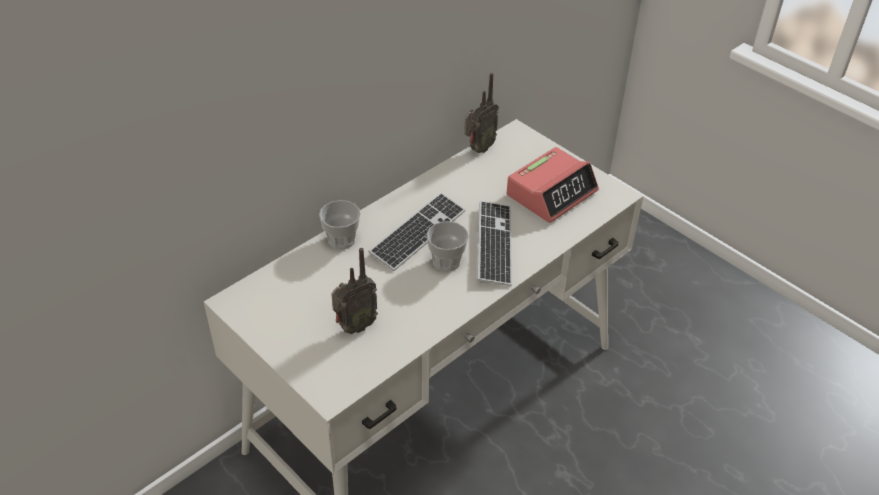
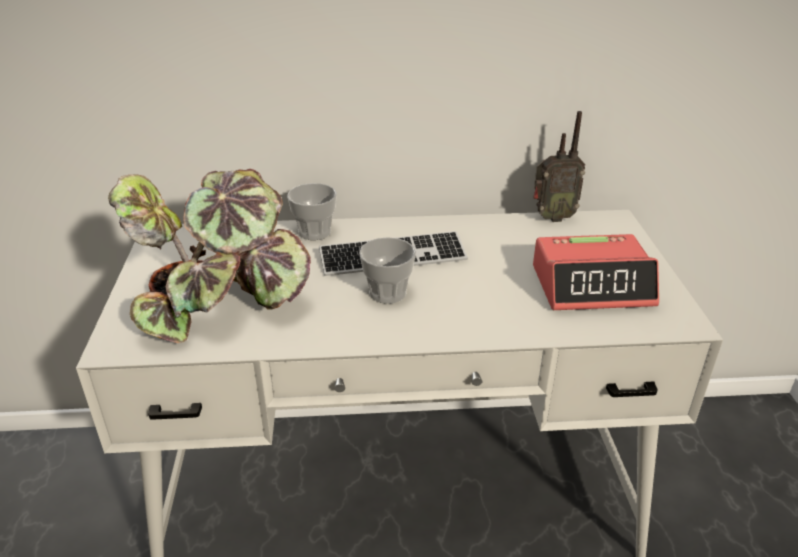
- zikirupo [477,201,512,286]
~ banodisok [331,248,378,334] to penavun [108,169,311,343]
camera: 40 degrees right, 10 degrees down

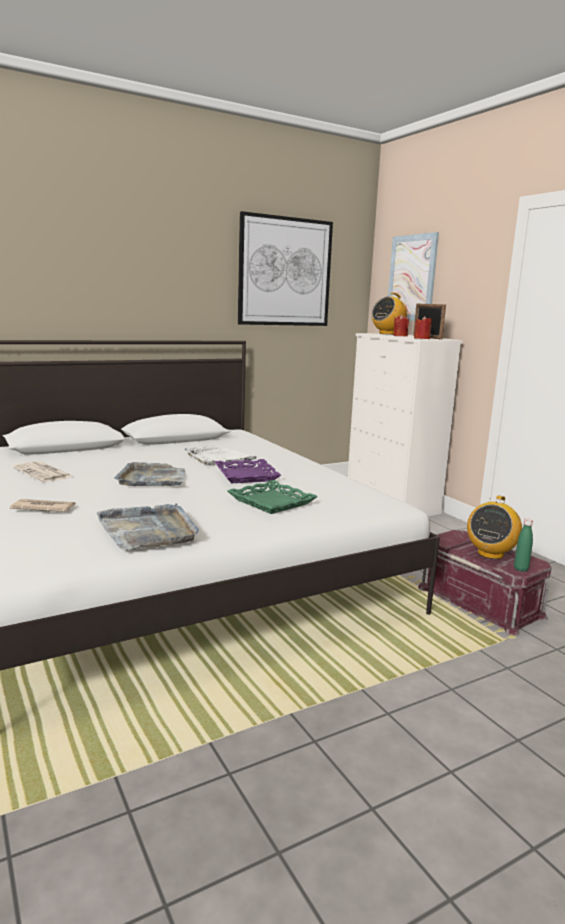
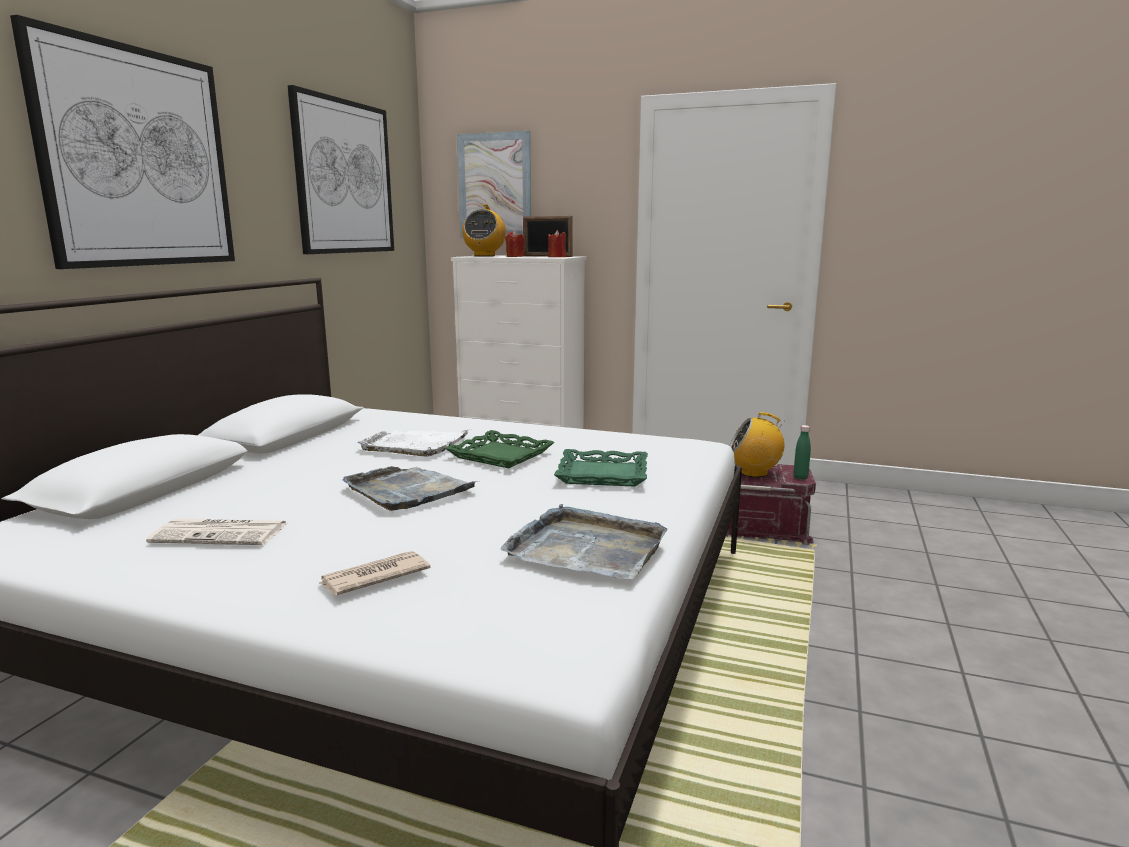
~ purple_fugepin [215,459,281,483] to green_fugepin [445,430,554,468]
~ banodisok [467,495,522,559] = [730,412,785,477] 105 degrees clockwise
+ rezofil [10,15,235,269]
camera: 40 degrees left, 0 degrees up

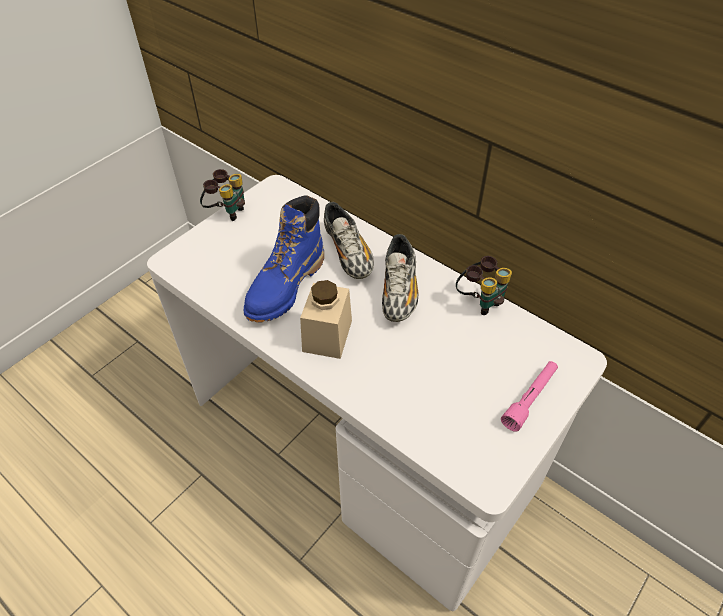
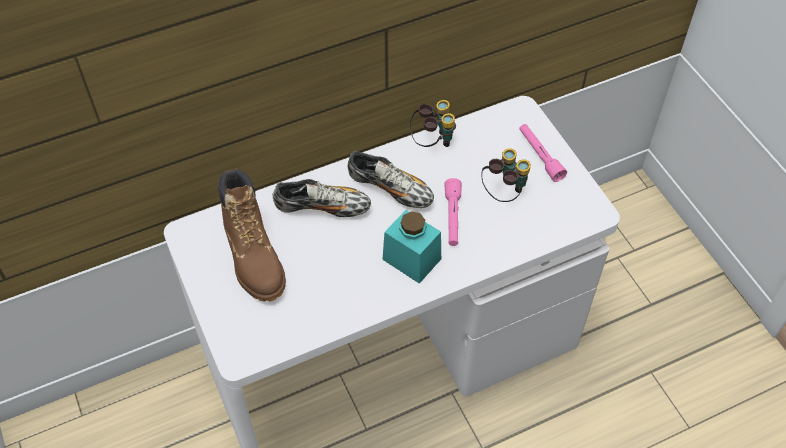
~ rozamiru [200,169,245,221] to [481,148,531,202]
- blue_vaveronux [244,195,324,322]
~ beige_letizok [300,280,352,359] to turquoise_letizok [382,210,441,284]
+ brown_vaveronux [218,169,286,302]
+ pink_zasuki [444,178,462,246]
camera: 65 degrees left, 5 degrees up

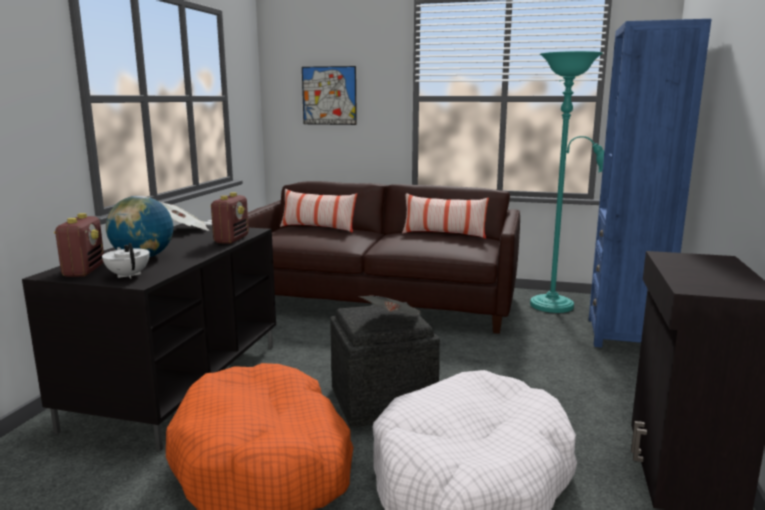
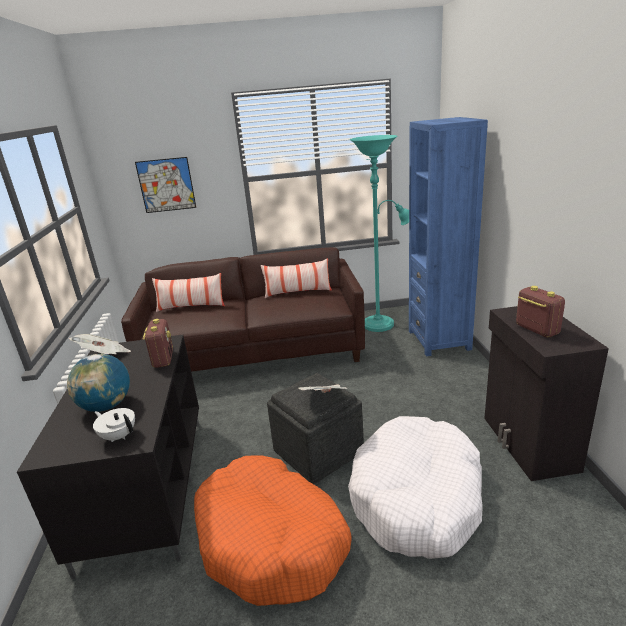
~ banodisok [54,213,104,277] to [516,286,565,338]
camera: 20 degrees left, 10 degrees up

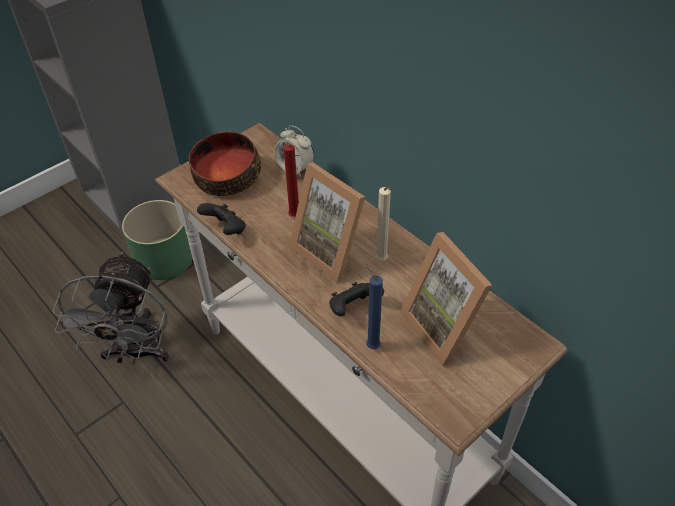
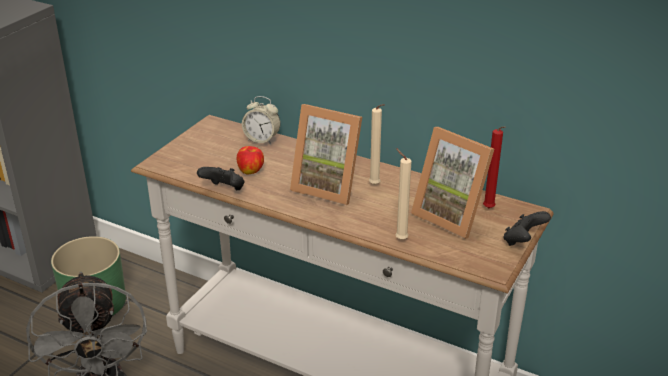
- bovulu [189,132,261,196]
~ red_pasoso [284,144,299,217] to [483,126,506,208]
~ blue_pasoso [366,265,383,349] to beige_pasoso [396,148,412,240]
~ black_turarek [329,282,384,316] to [503,211,551,246]
+ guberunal [237,146,264,174]
camera: 20 degrees left, 15 degrees down

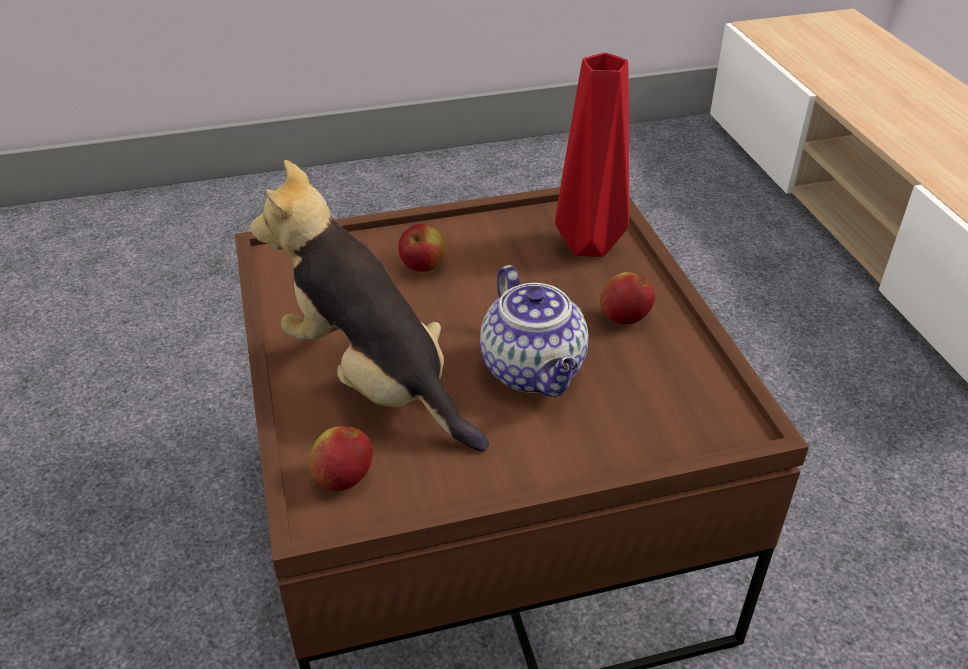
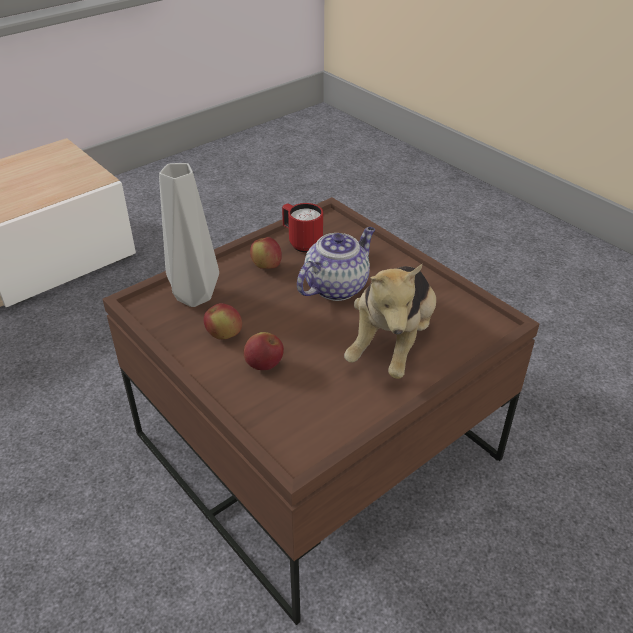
~ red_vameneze [555,53,629,257] to grey_vameneze [159,163,219,307]
~ guberunal [309,426,373,491] to [204,303,242,340]
+ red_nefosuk [282,203,323,253]
camera: 115 degrees left, 0 degrees up

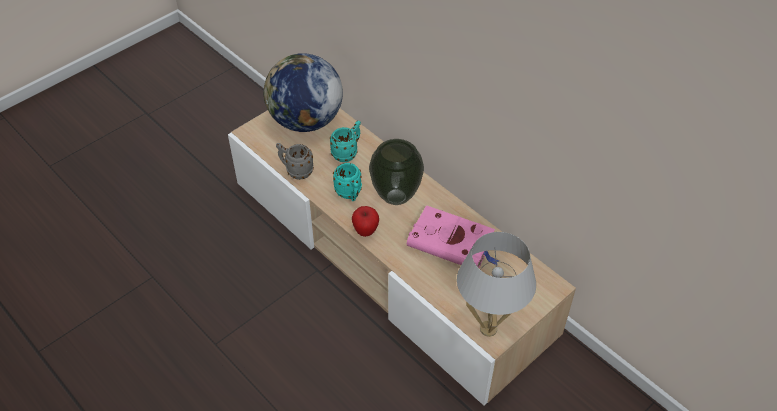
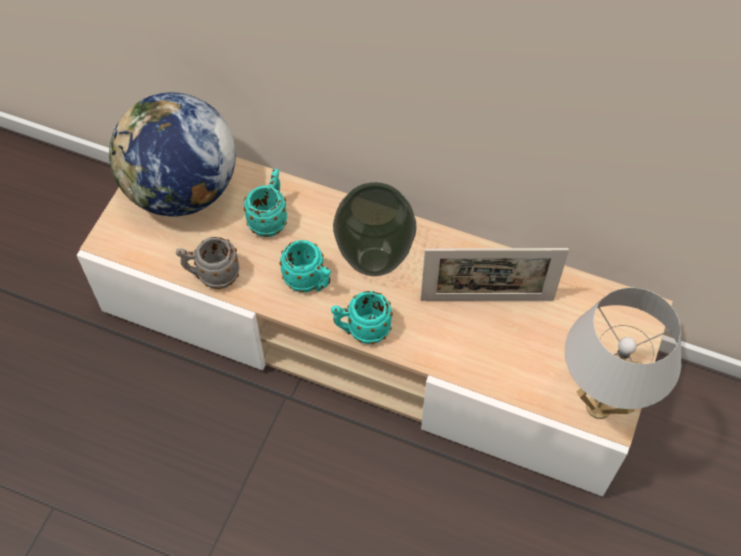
~ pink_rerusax [407,205,499,268] to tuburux [421,248,569,301]
~ guberunal [352,206,379,237] to turquoise_nefosuk [331,291,393,344]
camera: 25 degrees left, 10 degrees up

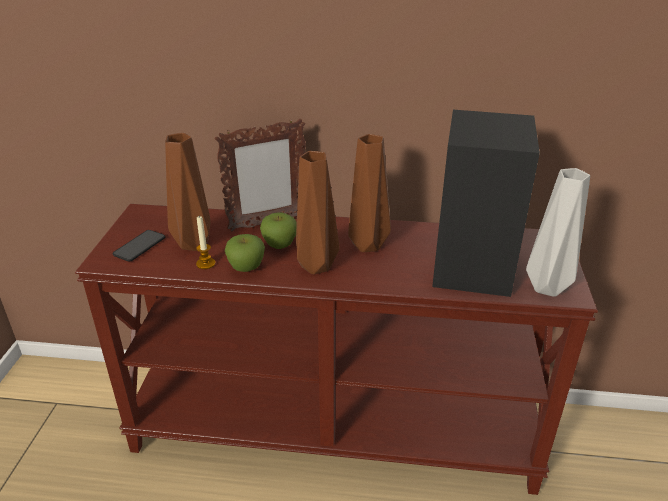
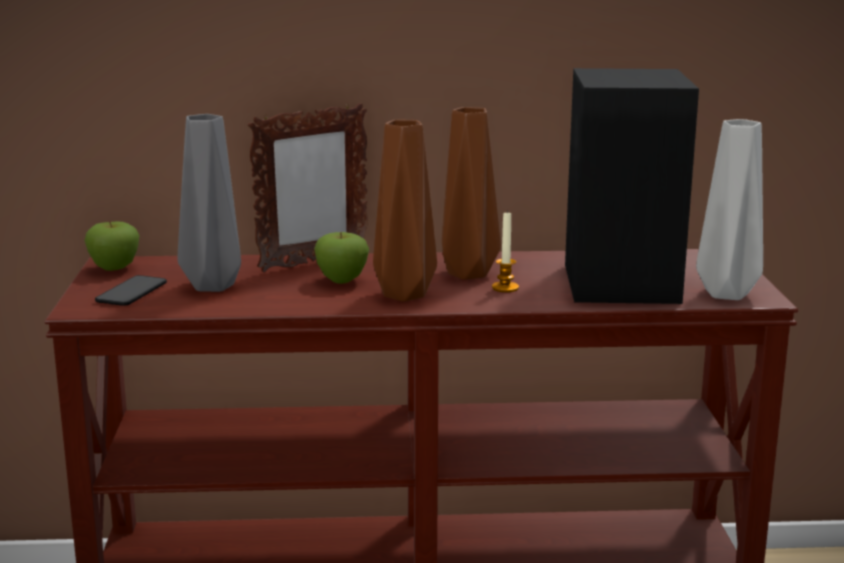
~ brown_vameneze [165,133,211,251] to grey_vameneze [178,114,241,292]
~ pasoso [196,216,215,269] to [492,210,519,292]
~ guberunal [225,234,265,272] to [84,221,140,271]
camera: 10 degrees left, 15 degrees down

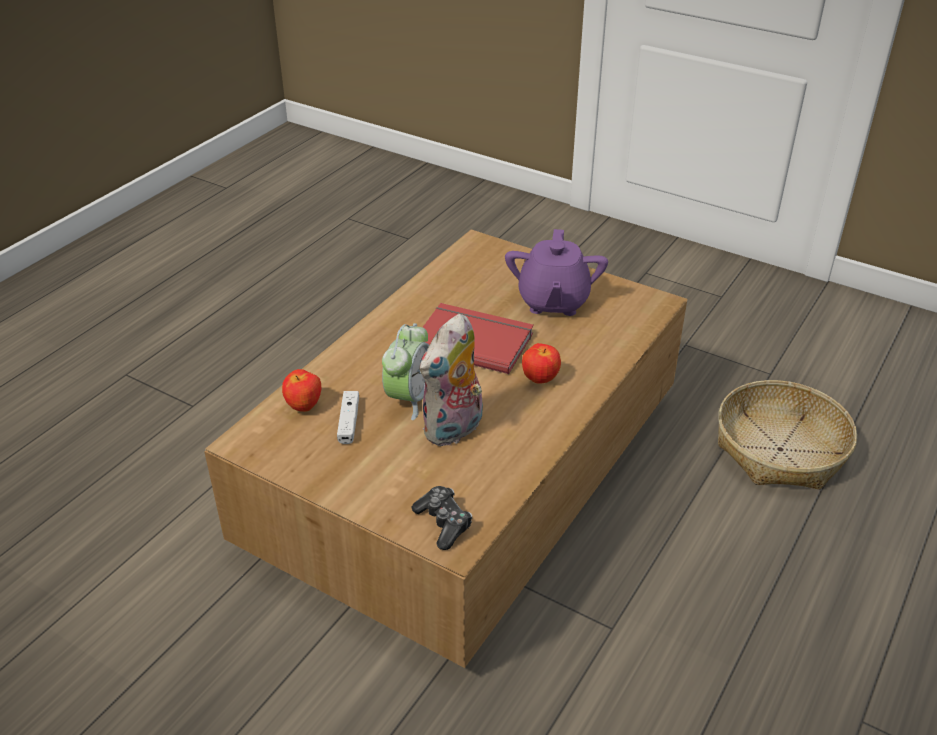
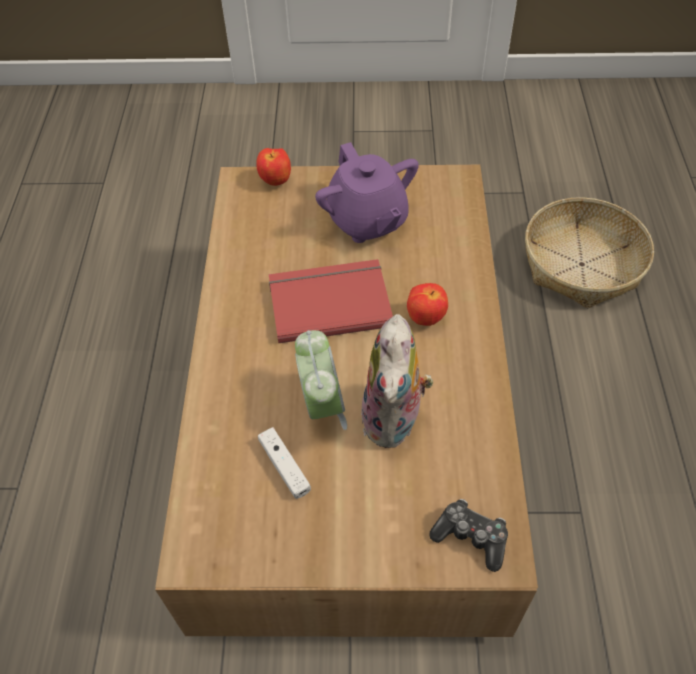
~ guberunal [282,369,321,412] to [257,148,291,186]
camera: 30 degrees left, 15 degrees up

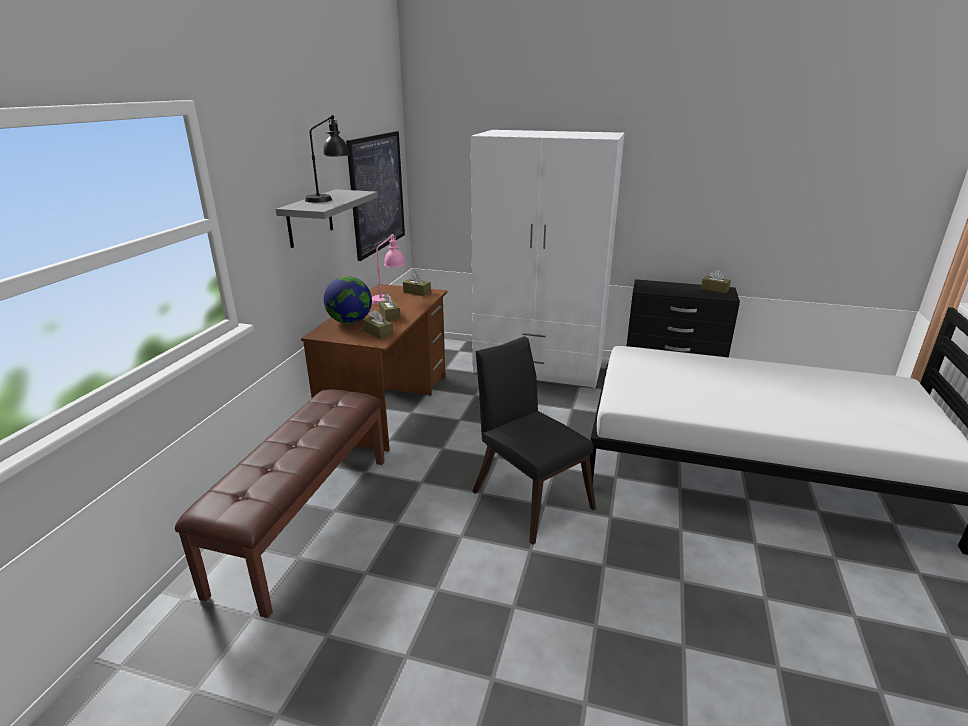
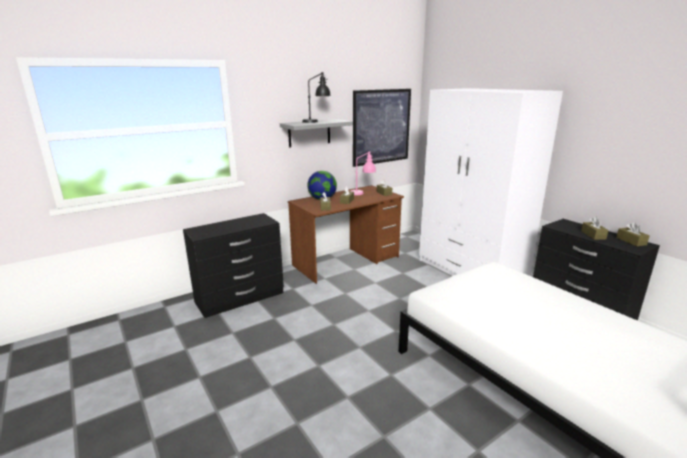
- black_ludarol [472,336,596,545]
~ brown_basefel [175,389,385,618] to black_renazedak [183,213,284,318]
+ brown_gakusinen [581,217,609,240]
camera: 40 degrees right, 5 degrees down

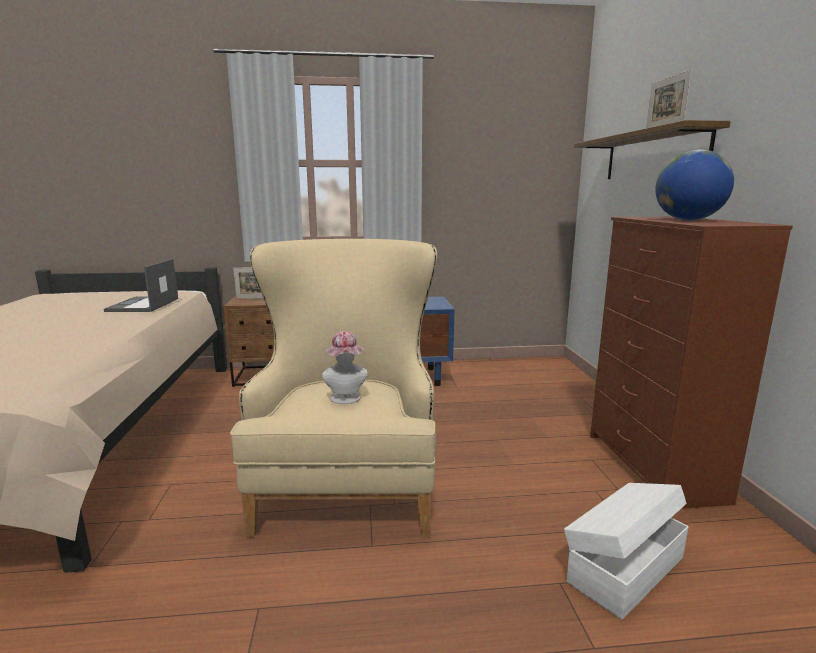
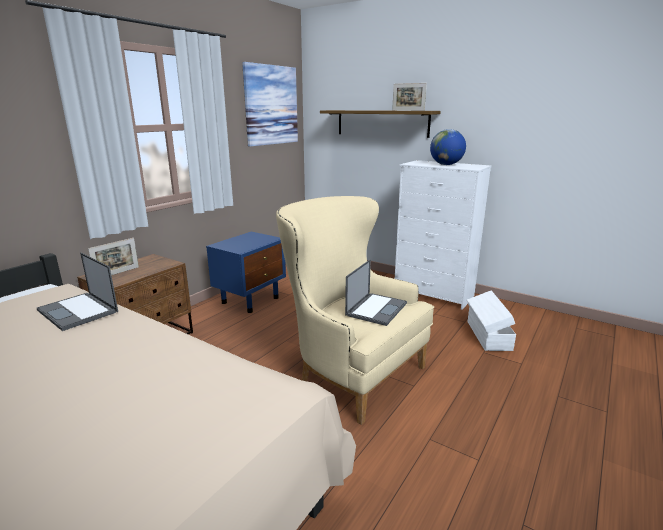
~ brown_renazedak [590,217,793,509] to white_renazedak [395,160,492,310]
~ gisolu [322,331,368,404] to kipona [345,259,407,326]
+ rezofil [242,62,298,147]
camera: 50 degrees left, 5 degrees up

